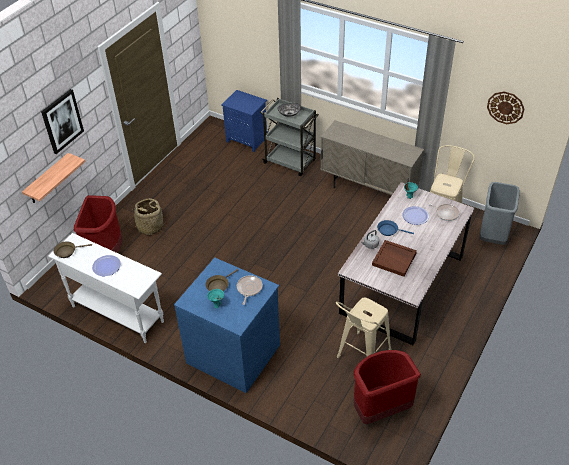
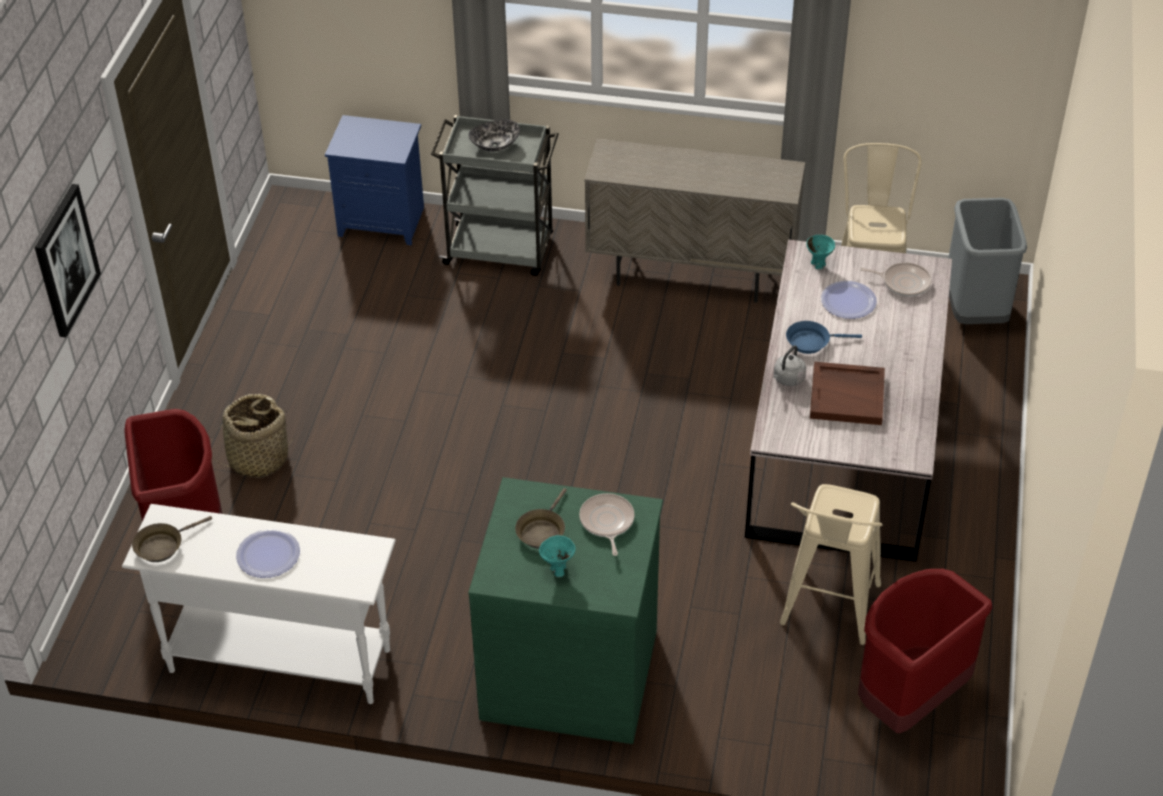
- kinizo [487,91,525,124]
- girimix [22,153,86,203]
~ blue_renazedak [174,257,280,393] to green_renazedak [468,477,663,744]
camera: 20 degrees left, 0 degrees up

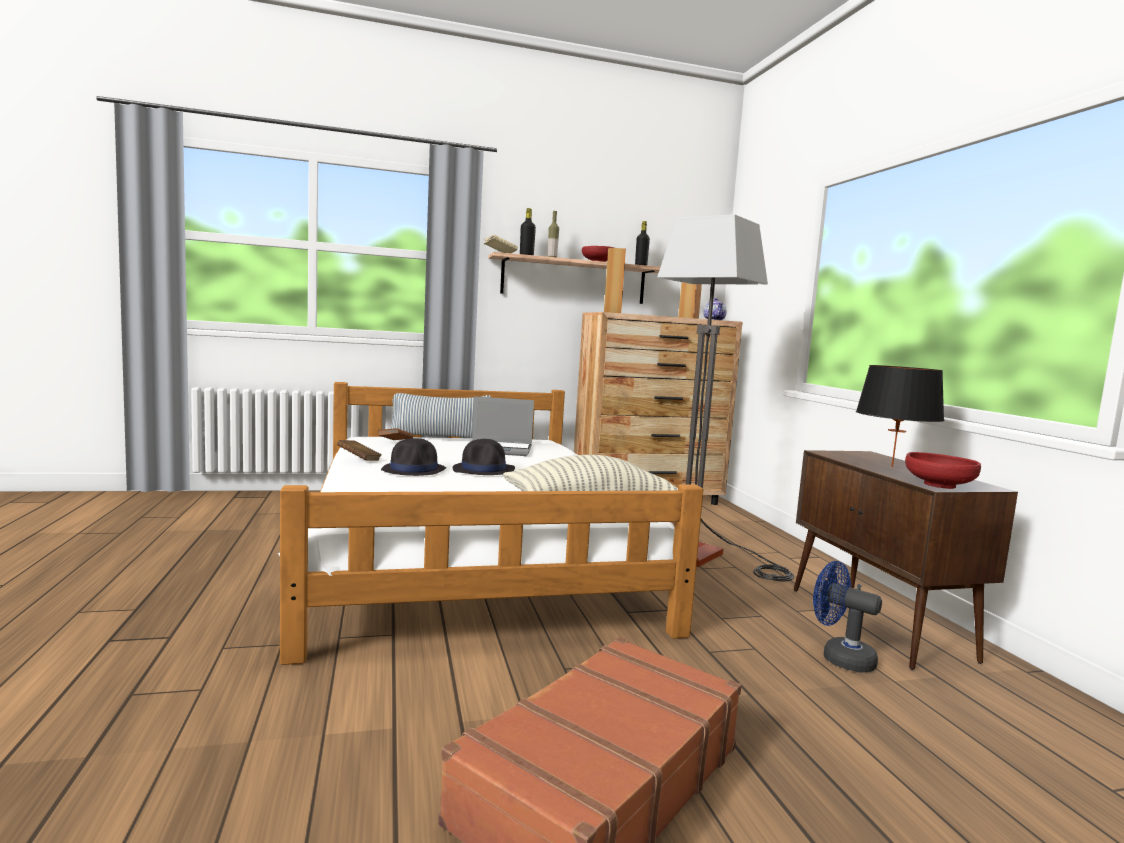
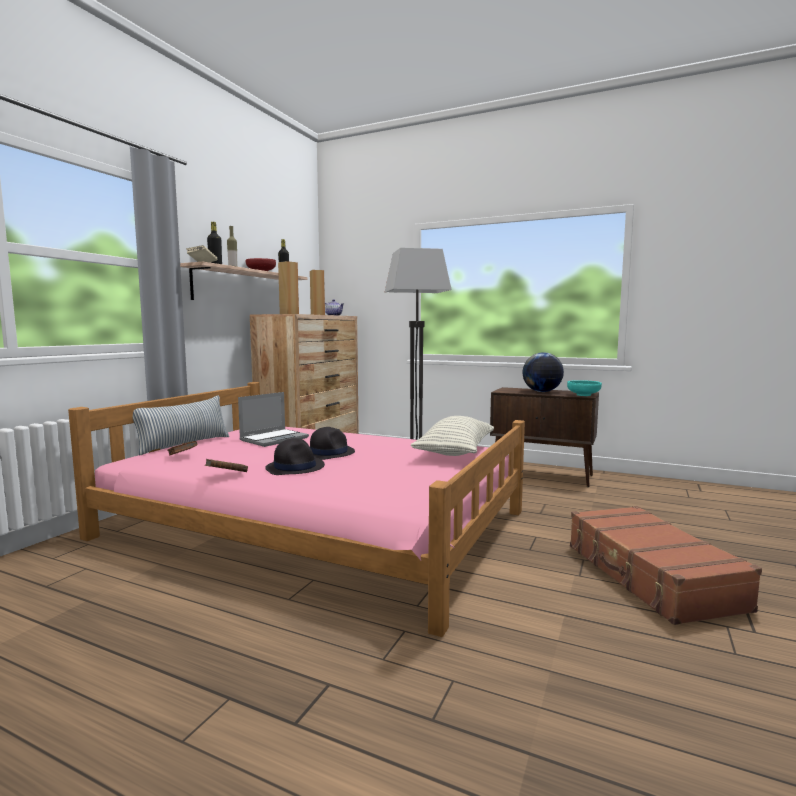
~ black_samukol [856,365,944,467] to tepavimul [522,352,564,392]
~ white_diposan [278,382,704,665] to pink_diposan [68,382,525,637]
~ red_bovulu [905,452,981,489] to turquoise_bovulu [567,381,602,396]
- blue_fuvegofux [813,561,882,672]
camera: 50 degrees left, 0 degrees up

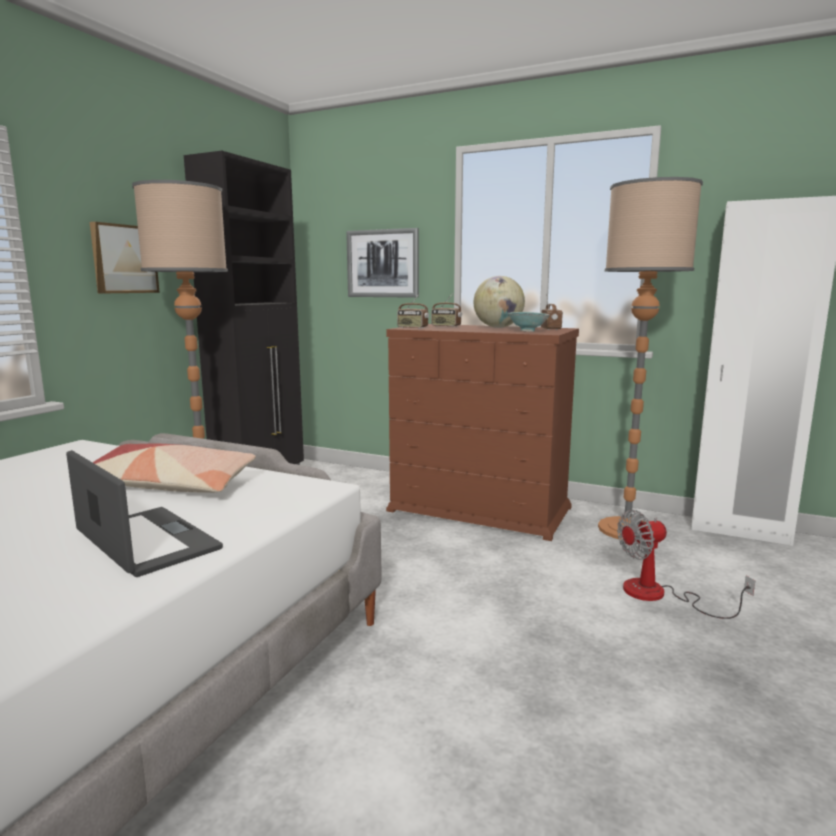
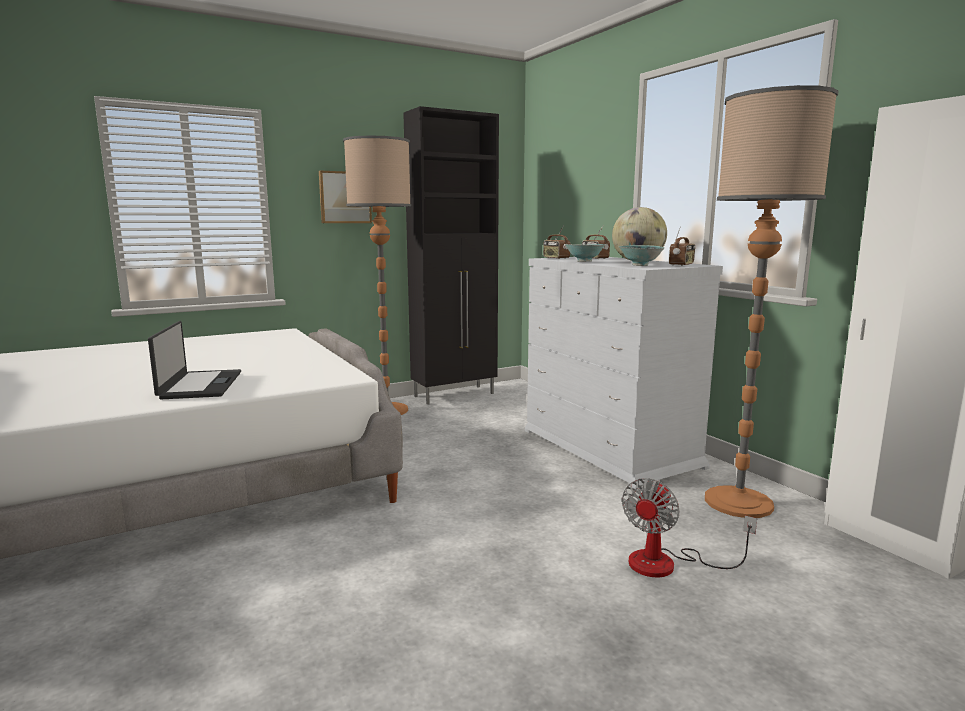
- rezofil [346,228,419,298]
~ brown_renazedak [386,324,579,541] to white_renazedak [525,257,723,490]
- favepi [93,443,256,493]
~ fuvegofux [617,510,755,619] = [621,478,757,578] 75 degrees counterclockwise
+ bovulu [565,244,606,262]
camera: 35 degrees right, 0 degrees up

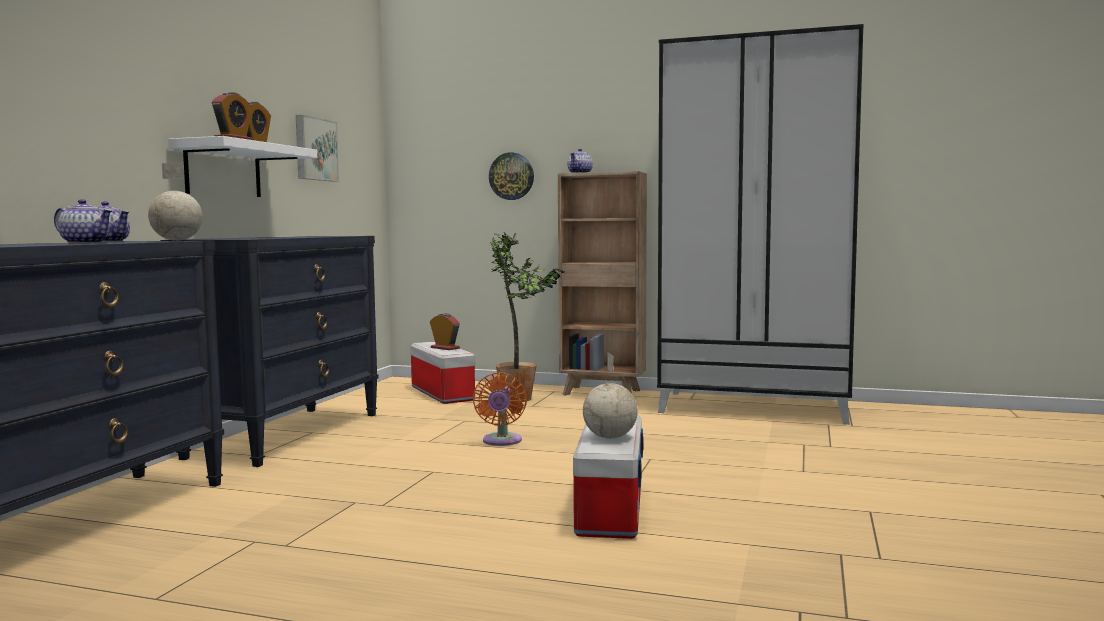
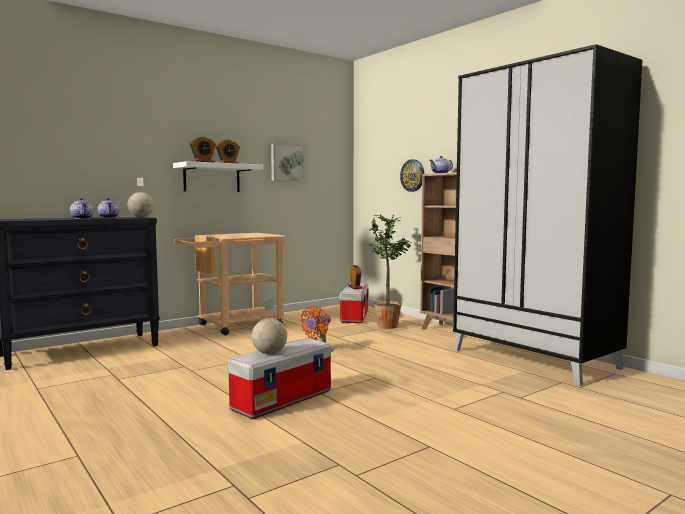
~ black_renazedak [160,236,379,467] to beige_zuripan [174,233,286,335]
camera: 35 degrees right, 0 degrees up

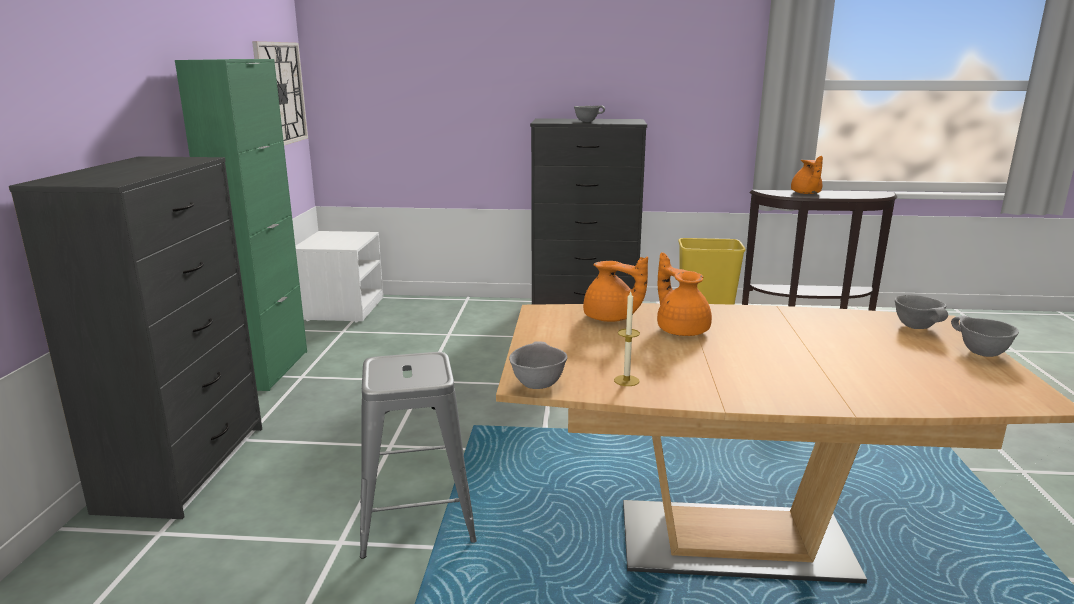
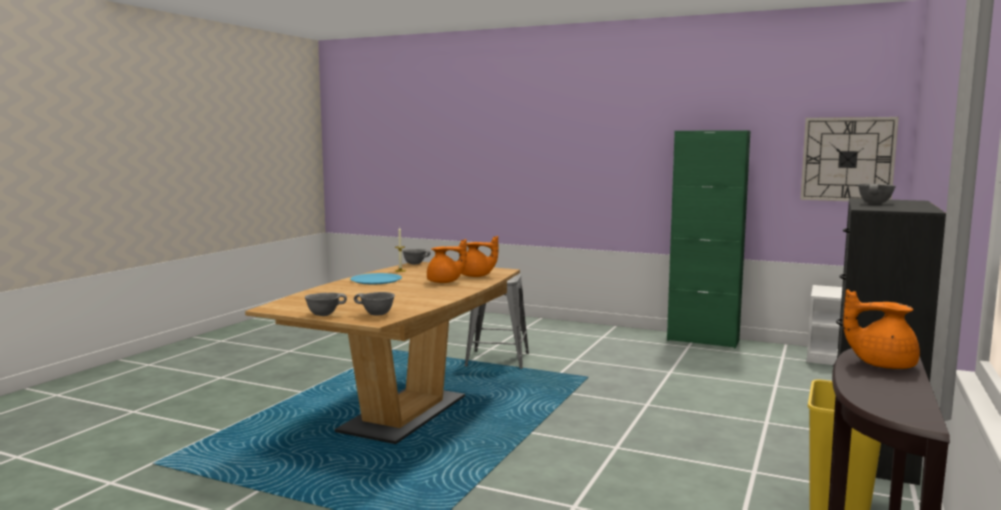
- black_renazedak [9,156,262,519]
~ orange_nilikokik [583,256,648,322] = [461,236,498,277] 135 degrees counterclockwise
+ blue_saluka [350,273,402,284]
camera: 110 degrees right, 10 degrees down

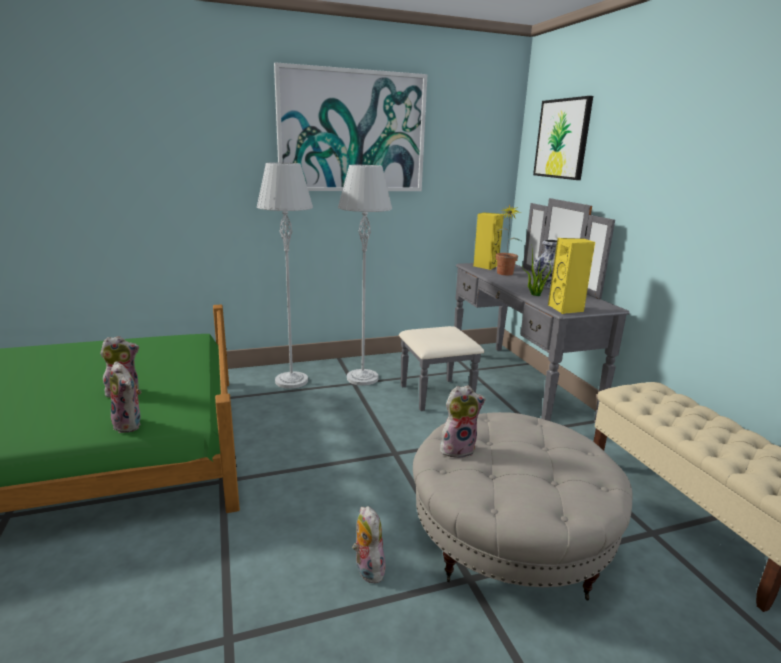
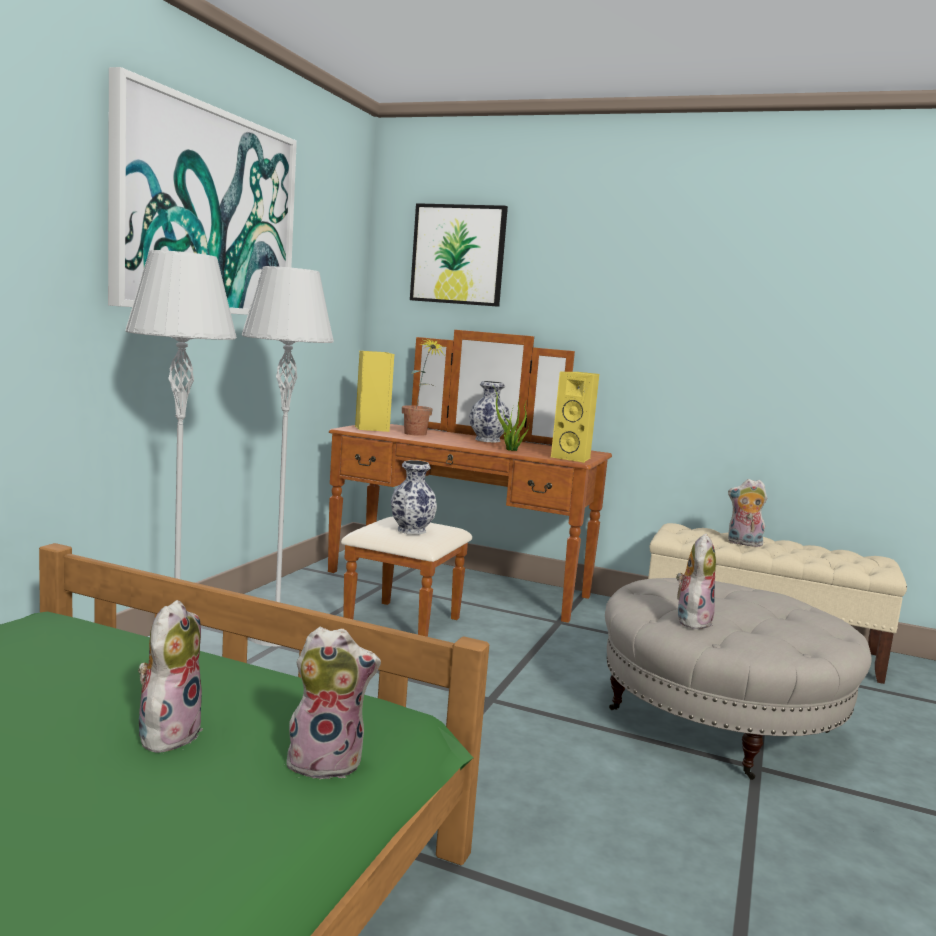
~ grey_renazedak [399,198,630,422] to brown_renazedak [328,330,612,637]
~ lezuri [352,506,386,583] to [728,479,767,547]
+ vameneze [391,460,437,535]
camera: 50 degrees left, 10 degrees down

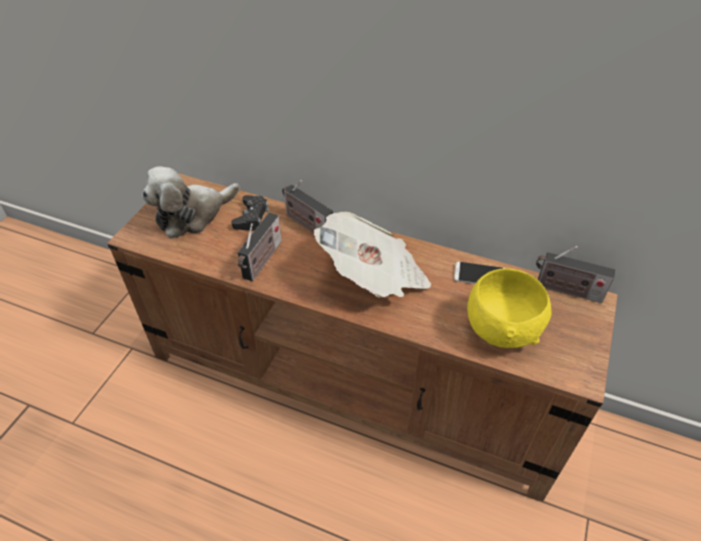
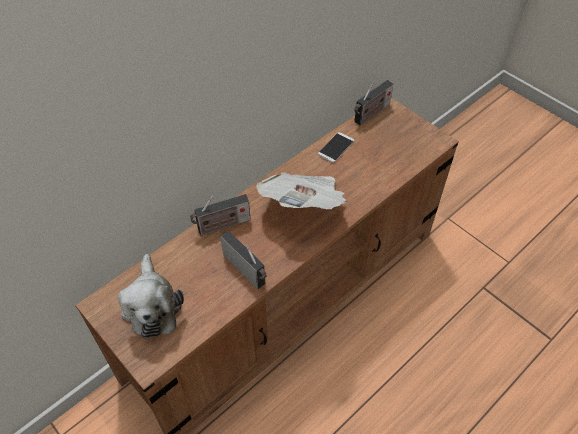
- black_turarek [231,195,269,231]
- yellow_bovulu [467,268,552,348]
camera: 65 degrees left, 5 degrees up

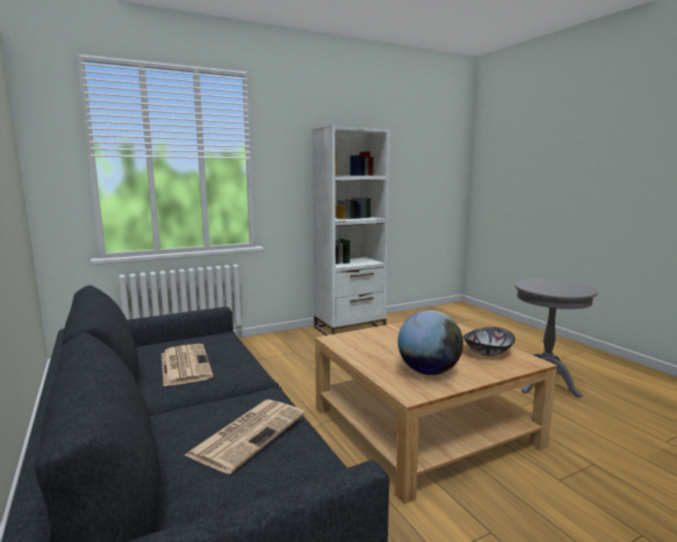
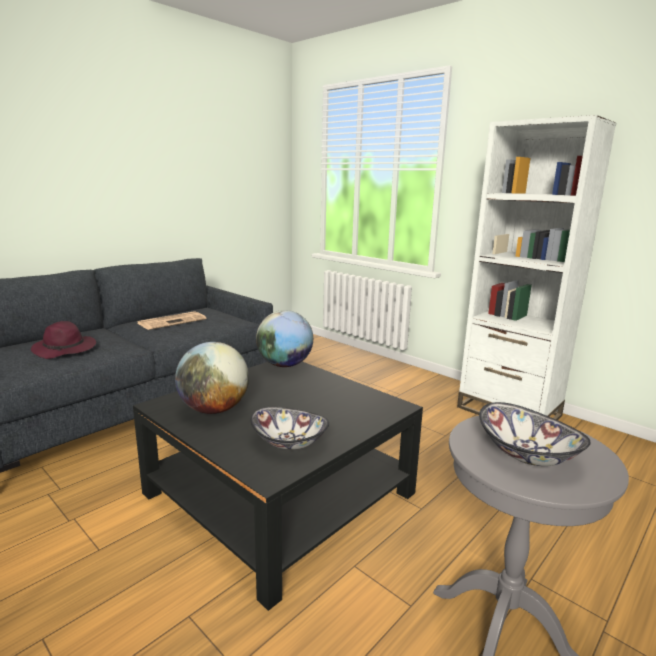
~ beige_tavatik [315,322,557,504] to black_tavatik [133,362,423,611]
~ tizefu [185,399,305,474] to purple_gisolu [31,321,96,359]
+ tepavimul [256,310,313,367]
+ bovulu [479,402,591,466]
camera: 70 degrees right, 5 degrees up

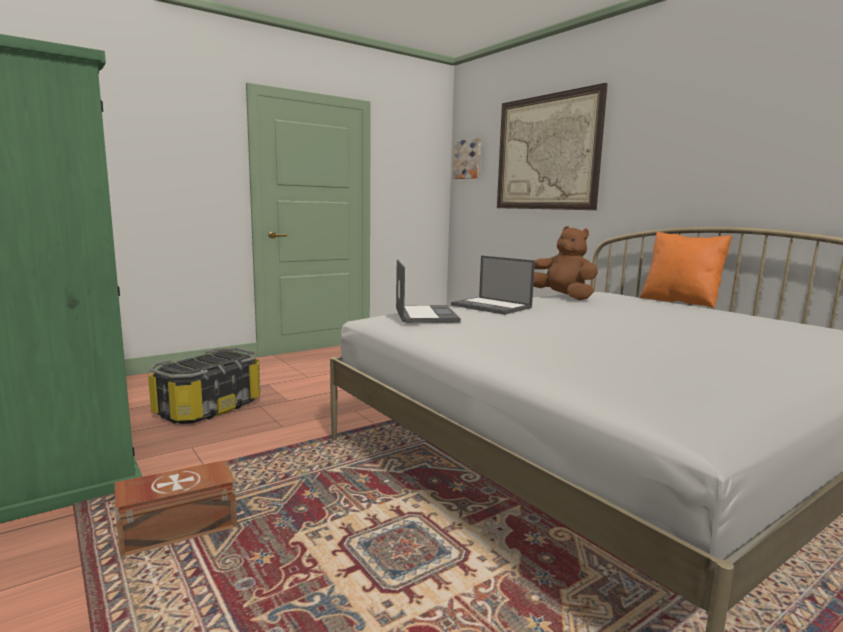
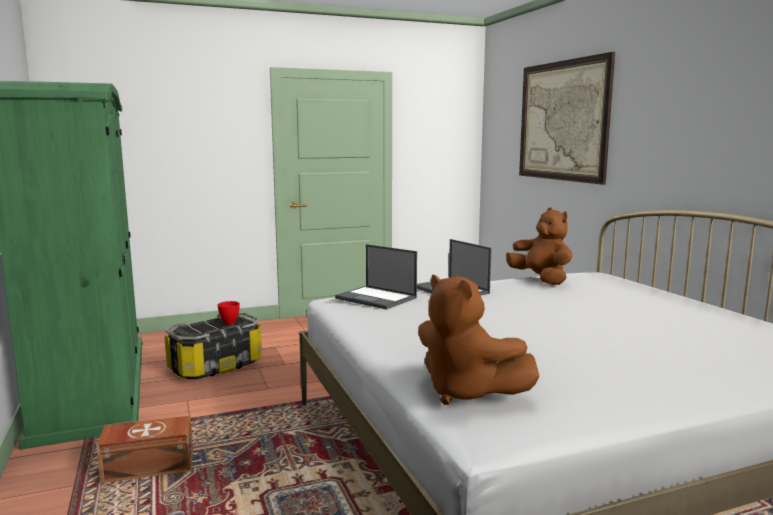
- rezofil [453,138,481,179]
- orange_favepi [639,232,733,308]
~ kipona [396,259,461,323] = [335,244,417,310] 120 degrees clockwise
+ brown_lezuri [418,275,540,405]
+ red_bovulu [217,301,240,325]
camera: 15 degrees right, 0 degrees up

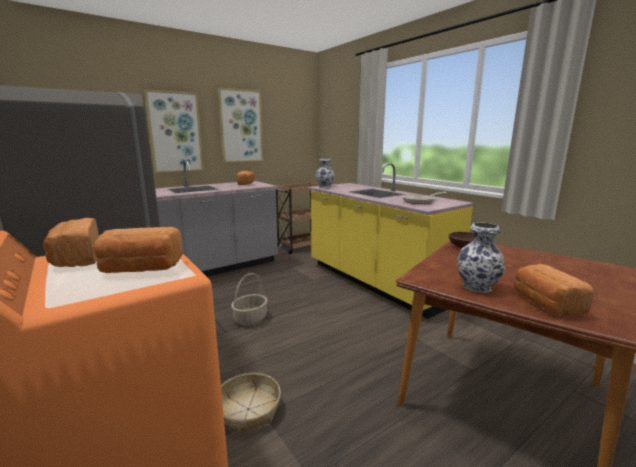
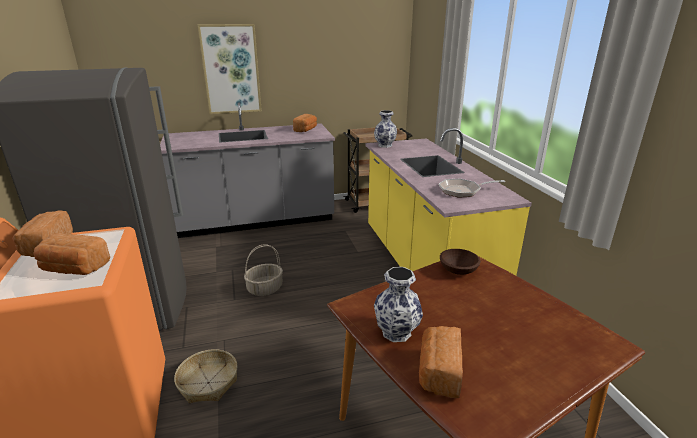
- rezofil [218,87,263,163]
camera: 20 degrees right, 10 degrees up

